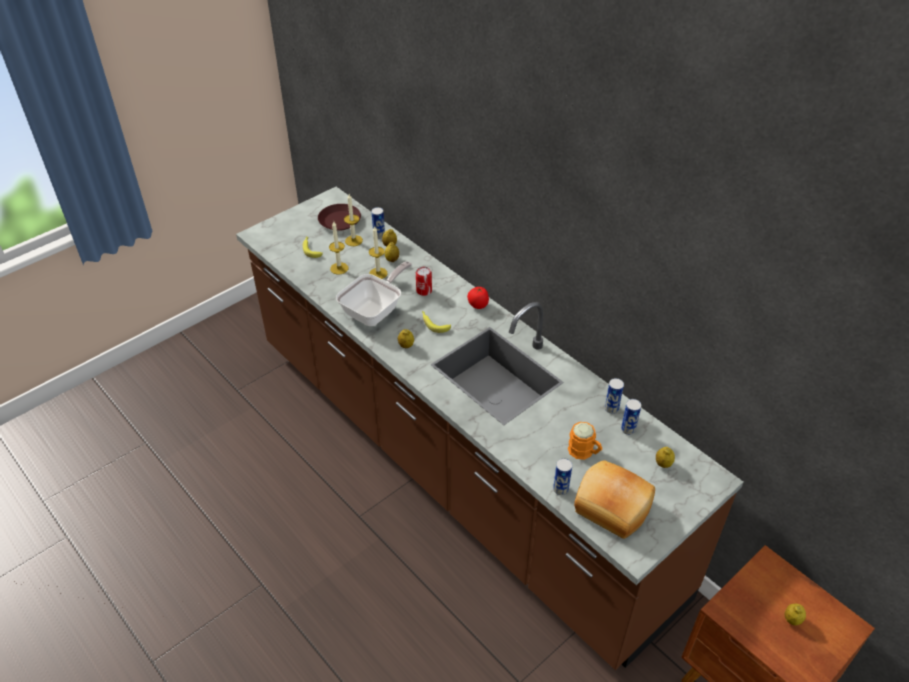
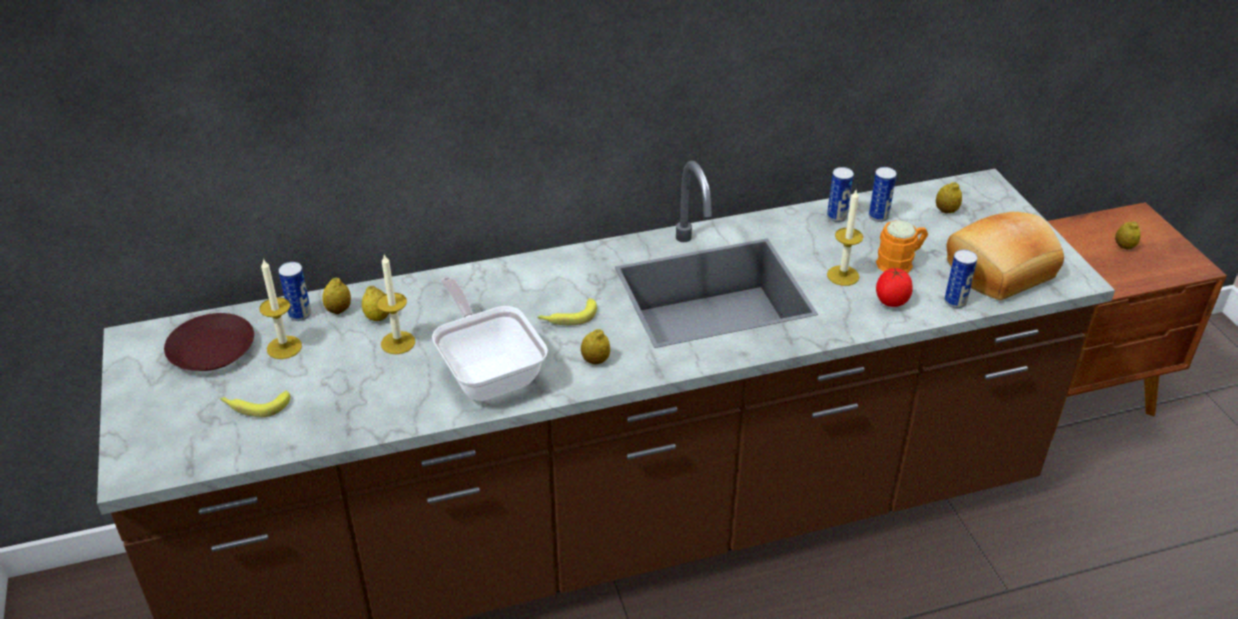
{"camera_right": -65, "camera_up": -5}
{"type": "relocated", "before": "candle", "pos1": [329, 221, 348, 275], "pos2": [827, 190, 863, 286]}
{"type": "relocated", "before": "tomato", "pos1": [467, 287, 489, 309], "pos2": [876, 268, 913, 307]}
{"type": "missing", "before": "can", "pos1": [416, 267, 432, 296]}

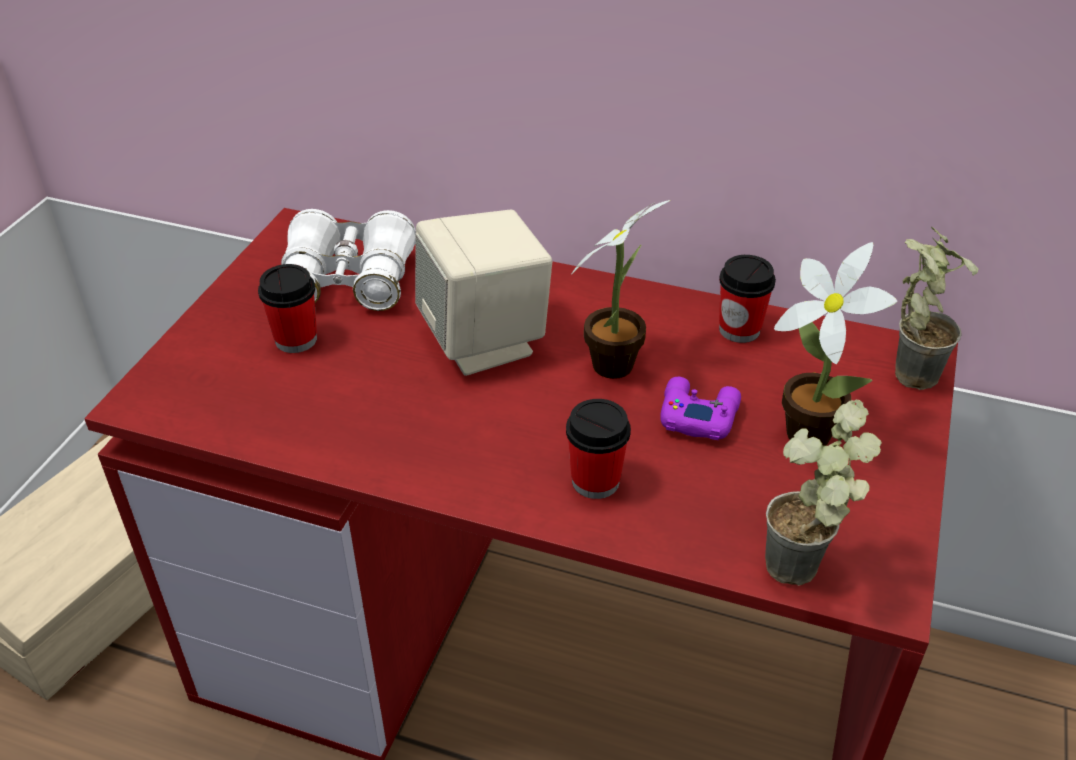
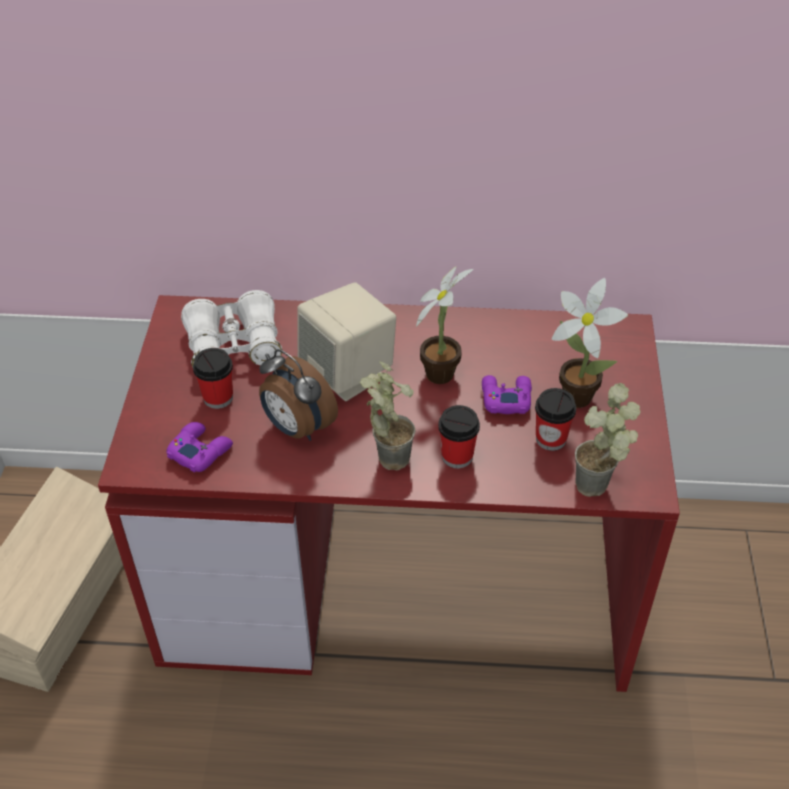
{"camera_right": -15, "camera_up": 5}
{"type": "appeared", "after": "purple game controller", "pos2": [167, 422, 233, 473]}
{"type": "appeared", "after": "alarm clock", "pos2": [259, 349, 338, 441]}
{"type": "relocated", "before": "potted plant", "pos1": [895, 226, 979, 390], "pos2": [360, 361, 415, 471]}
{"type": "relocated", "before": "cup", "pos1": [719, 255, 776, 343], "pos2": [535, 388, 576, 451]}

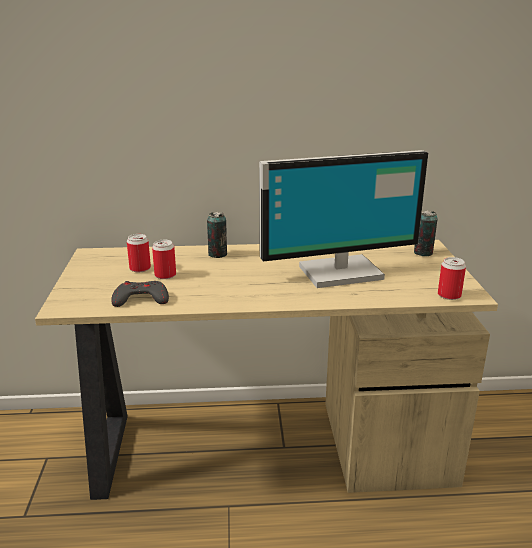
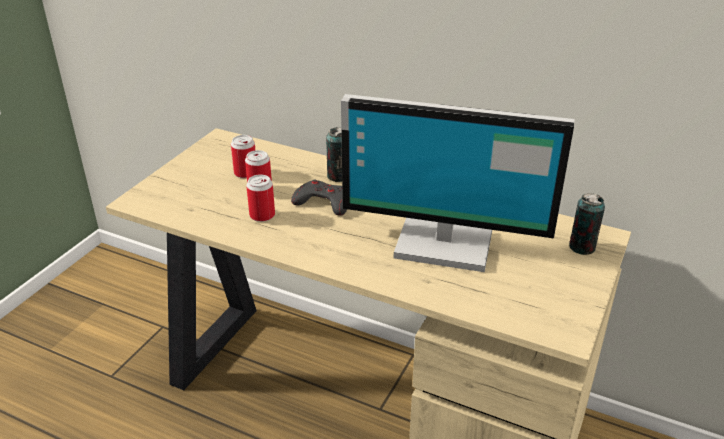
{"camera_right": 30, "camera_up": 10}
{"type": "relocated", "before": "can", "pos1": [438, 257, 466, 300], "pos2": [246, 174, 275, 222]}
{"type": "relocated", "before": "grey game controller", "pos1": [111, 281, 169, 307], "pos2": [291, 179, 347, 216]}

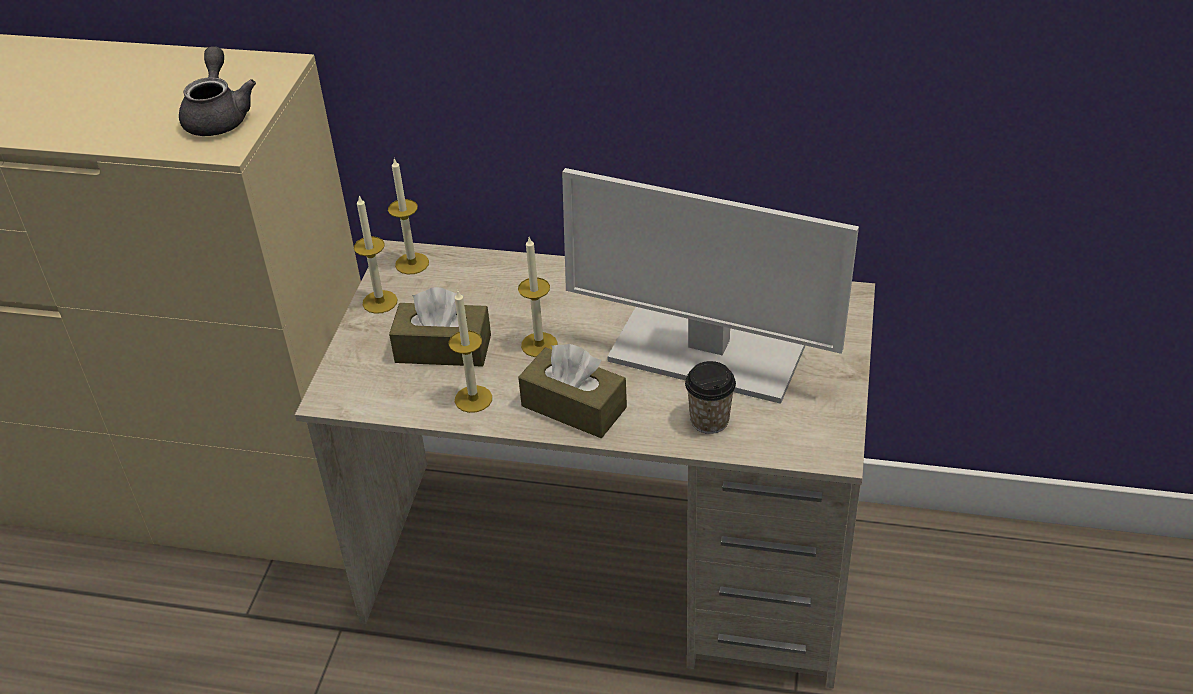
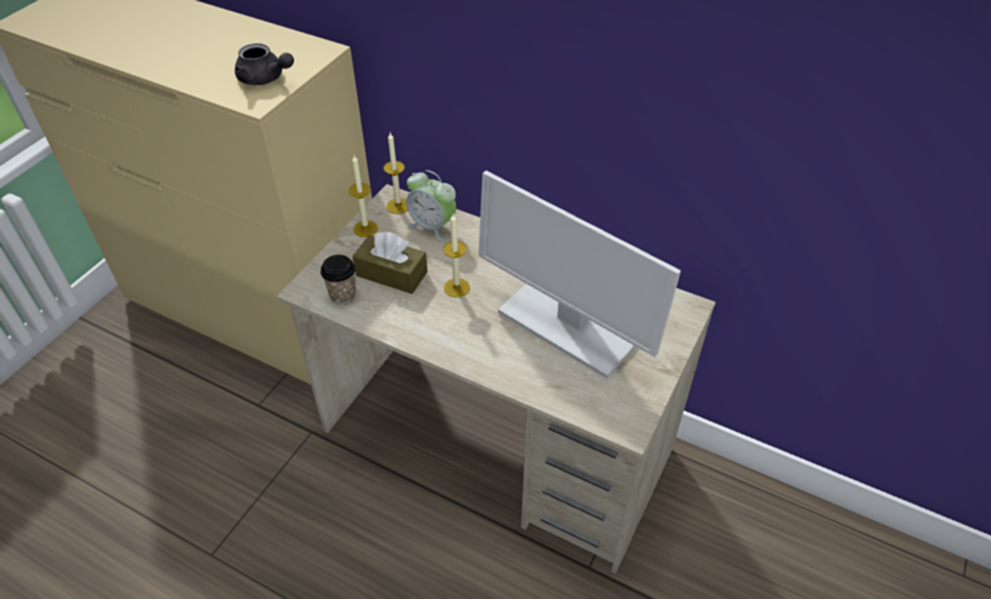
{"camera_right": 15, "camera_up": 5}
{"type": "spun", "before": "grey teapot", "pos1": [179, 46, 256, 136], "pos2": [235, 43, 294, 85], "turn": 105}
{"type": "relocated", "before": "cup", "pos1": [685, 361, 736, 434], "pos2": [321, 255, 356, 304]}
{"type": "appeared", "after": "alarm clock", "pos2": [407, 170, 456, 242]}
{"type": "missing", "before": "candle", "pos1": [449, 291, 492, 413]}
{"type": "missing", "before": "brown tissue box", "pos1": [518, 344, 627, 438]}

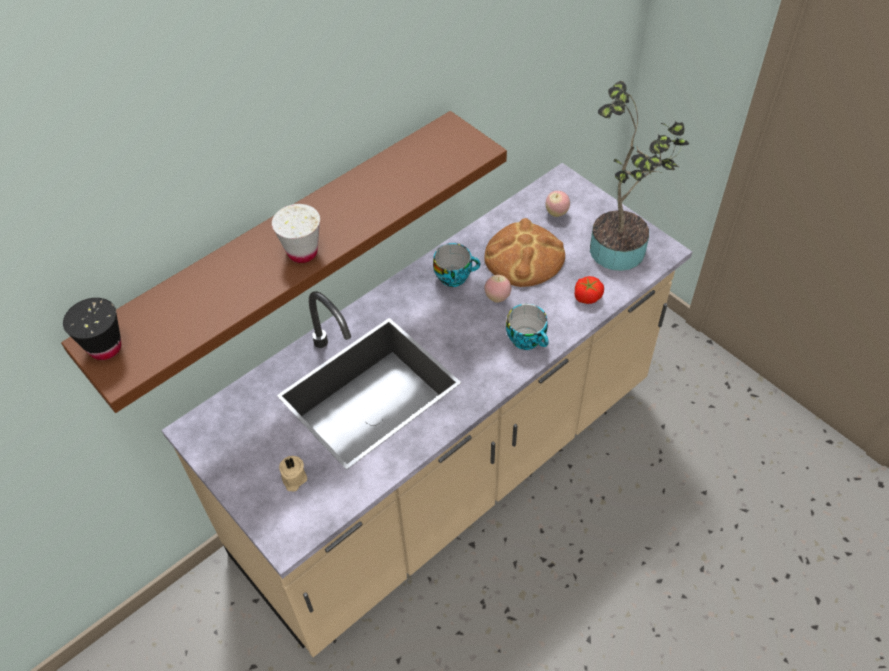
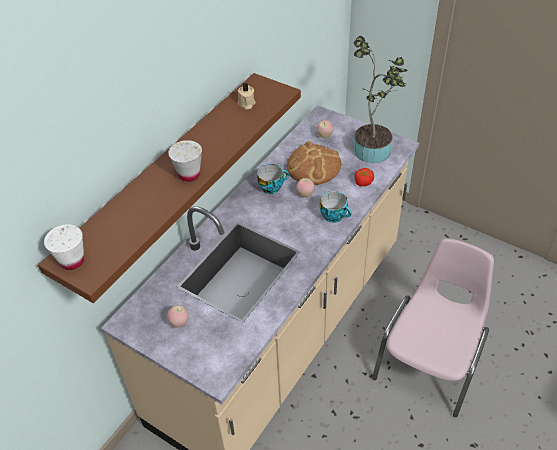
{"camera_right": -15, "camera_up": -5}
{"type": "colour", "before": "black cup", "after": "white cup", "pos1": [63, 298, 121, 360], "pos2": [44, 224, 84, 270]}
{"type": "appeared", "after": "apple", "pos2": [167, 305, 189, 328]}
{"type": "relocated", "before": "beige candle", "pos1": [279, 456, 307, 491], "pos2": [238, 82, 256, 110]}
{"type": "appeared", "after": "pink chair", "pos2": [372, 238, 494, 417]}

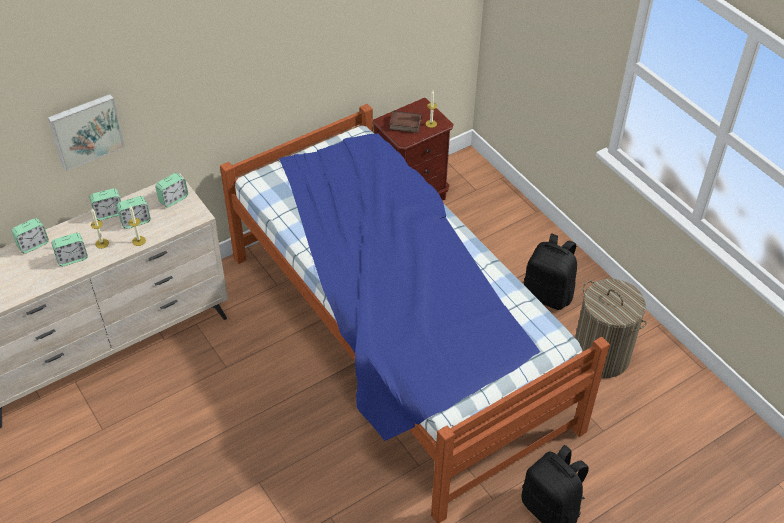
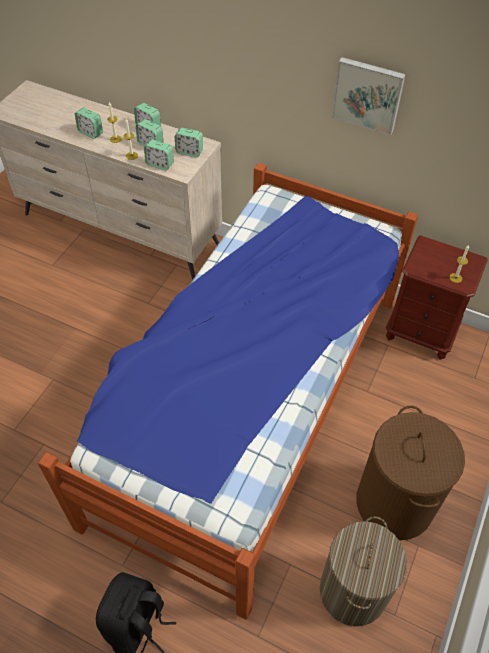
{"camera_right": 60, "camera_up": 5}
{"type": "relocated", "before": "alarm clock", "pos1": [12, 218, 49, 254], "pos2": [144, 139, 174, 170]}
{"type": "relocated", "before": "picture", "pos1": [48, 94, 125, 171], "pos2": [331, 57, 406, 135]}
{"type": "exchanged", "before": "black backpack", "after": "brown laundry basket", "pos1": [524, 233, 577, 310], "pos2": [356, 405, 465, 540]}
{"type": "missing", "before": "book", "pos1": [389, 111, 422, 133]}

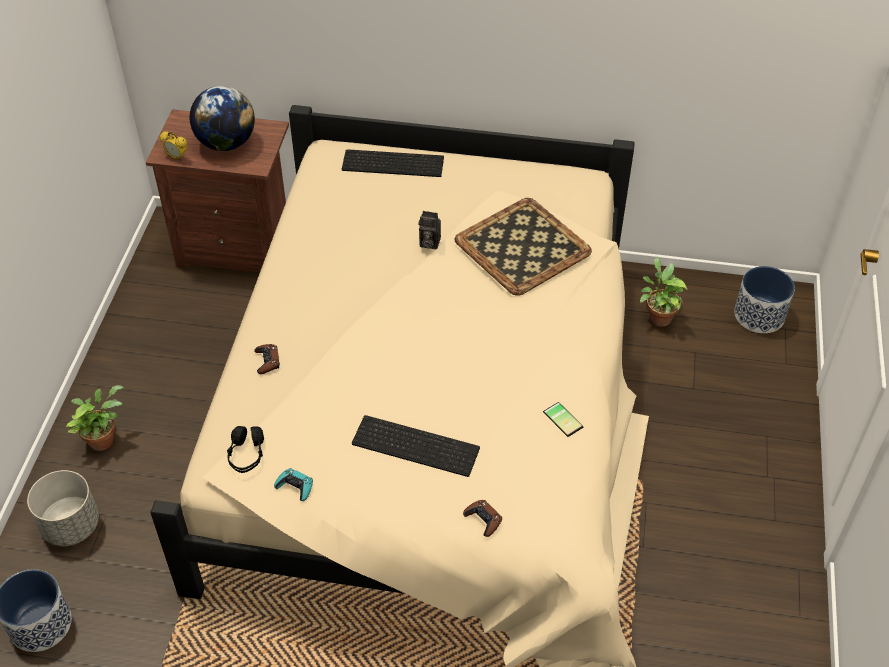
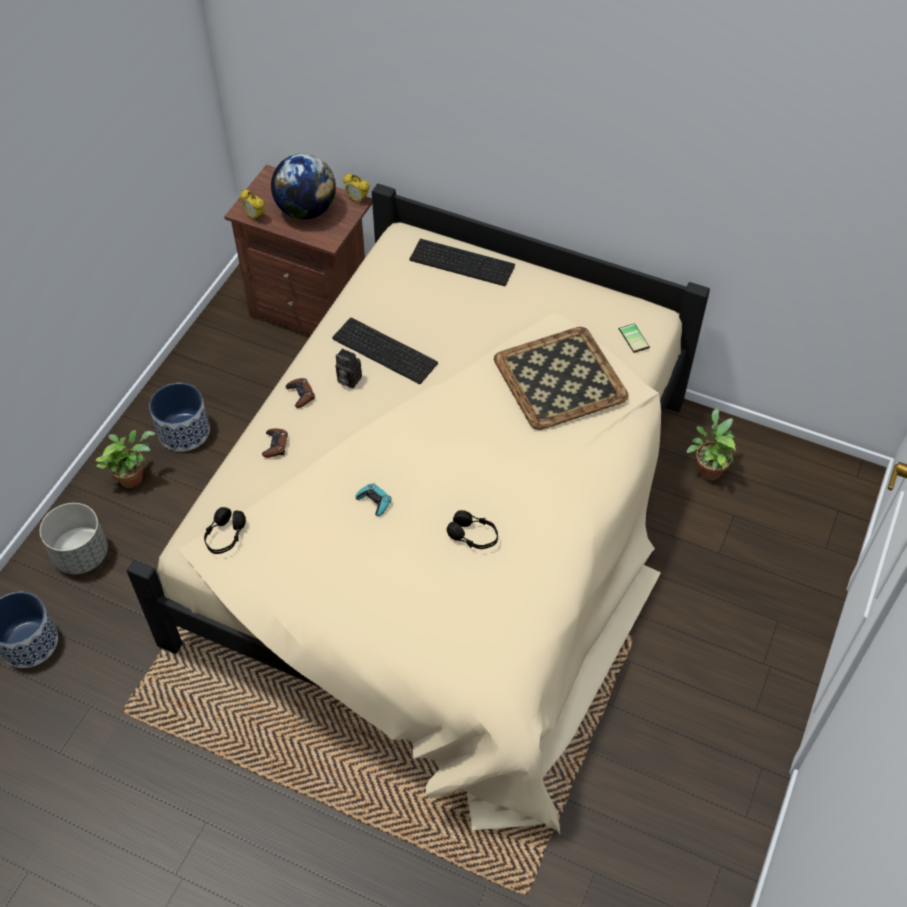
{"camera_right": 15, "camera_up": 5}
{"type": "relocated", "before": "planter", "pos1": [734, 266, 795, 333], "pos2": [149, 383, 210, 452]}
{"type": "relocated", "before": "brown game controller", "pos1": [463, 500, 502, 537], "pos2": [286, 378, 315, 408]}
{"type": "relocated", "before": "keyboard", "pos1": [352, 415, 480, 477], "pos2": [332, 318, 438, 384]}
{"type": "relocated", "before": "photo camera", "pos1": [418, 211, 441, 249], "pos2": [335, 349, 362, 388]}
{"type": "appeared", "after": "alarm clock", "pos2": [343, 174, 370, 204]}
{"type": "relocated", "before": "turquoise game controller", "pos1": [274, 468, 313, 501], "pos2": [356, 483, 391, 516]}
{"type": "appeared", "after": "black headphones", "pos2": [446, 510, 498, 549]}
{"type": "relocated", "before": "phone", "pos1": [543, 402, 584, 437], "pos2": [619, 323, 650, 353]}

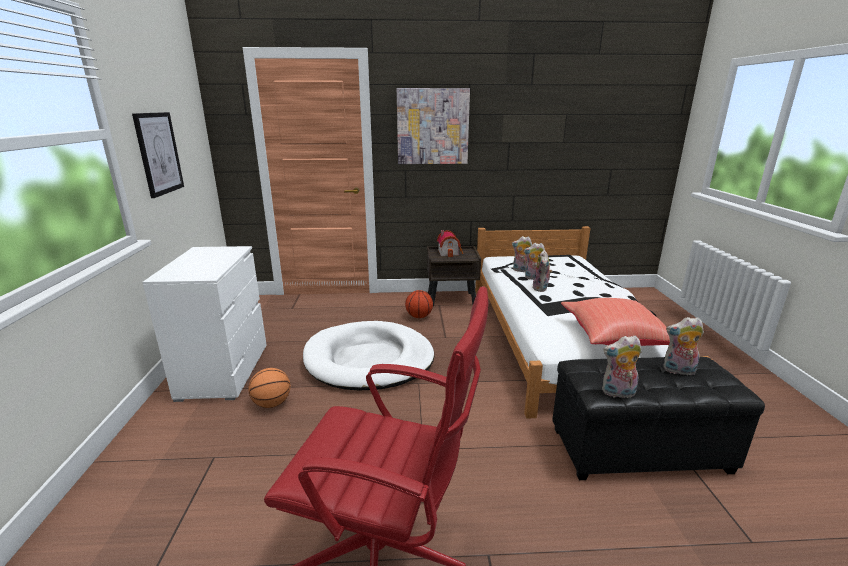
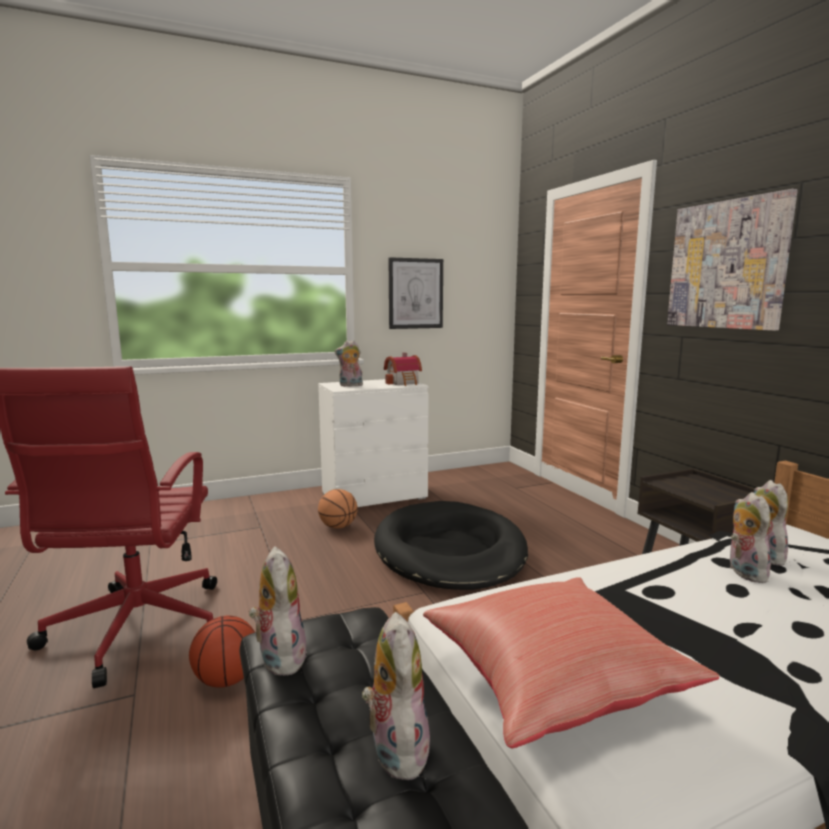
{"camera_right": 70, "camera_up": -10}
{"type": "relocated", "before": "basketball", "pos1": [405, 290, 433, 318], "pos2": [189, 616, 255, 688]}
{"type": "relocated", "before": "plush toy", "pos1": [532, 250, 552, 292], "pos2": [335, 340, 363, 387]}
{"type": "colour", "before": "white dog bed", "after": "black dog bed", "pos1": [303, 321, 434, 390], "pos2": [374, 501, 528, 590]}
{"type": "relocated", "before": "toy house", "pos1": [437, 230, 463, 257], "pos2": [384, 353, 422, 386]}

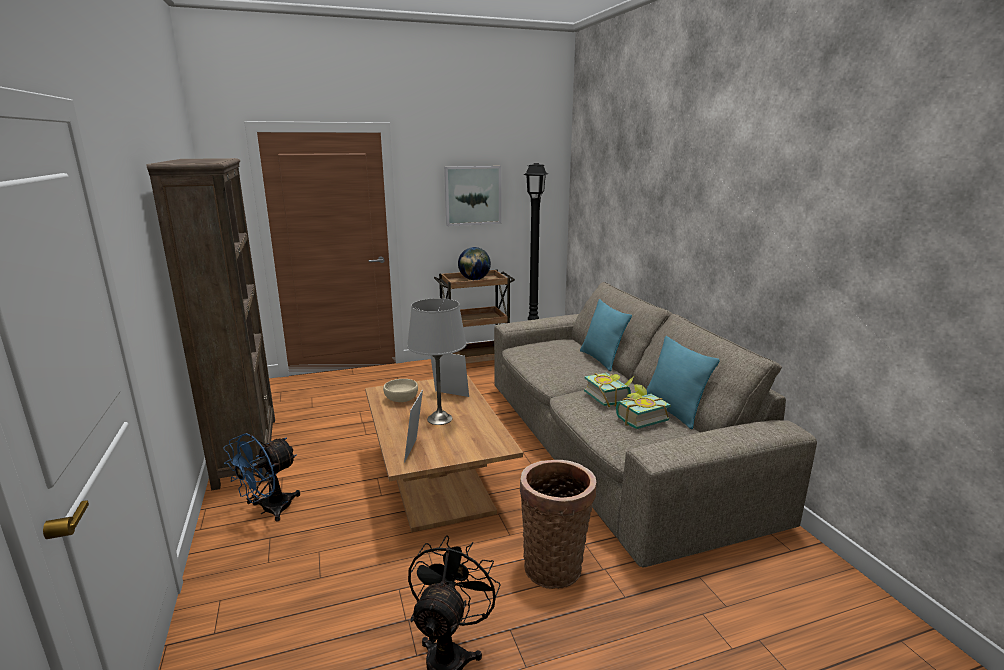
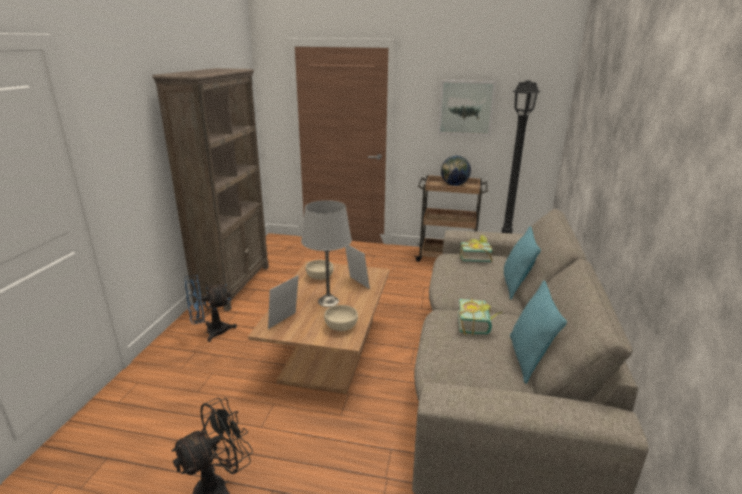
{"camera_right": 30, "camera_up": 5}
{"type": "appeared", "after": "beige bowl", "pos2": [324, 305, 358, 331]}
{"type": "relocated", "before": "book", "pos1": [616, 384, 671, 429], "pos2": [460, 235, 493, 262]}
{"type": "missing", "before": "basket", "pos1": [520, 460, 596, 589]}

